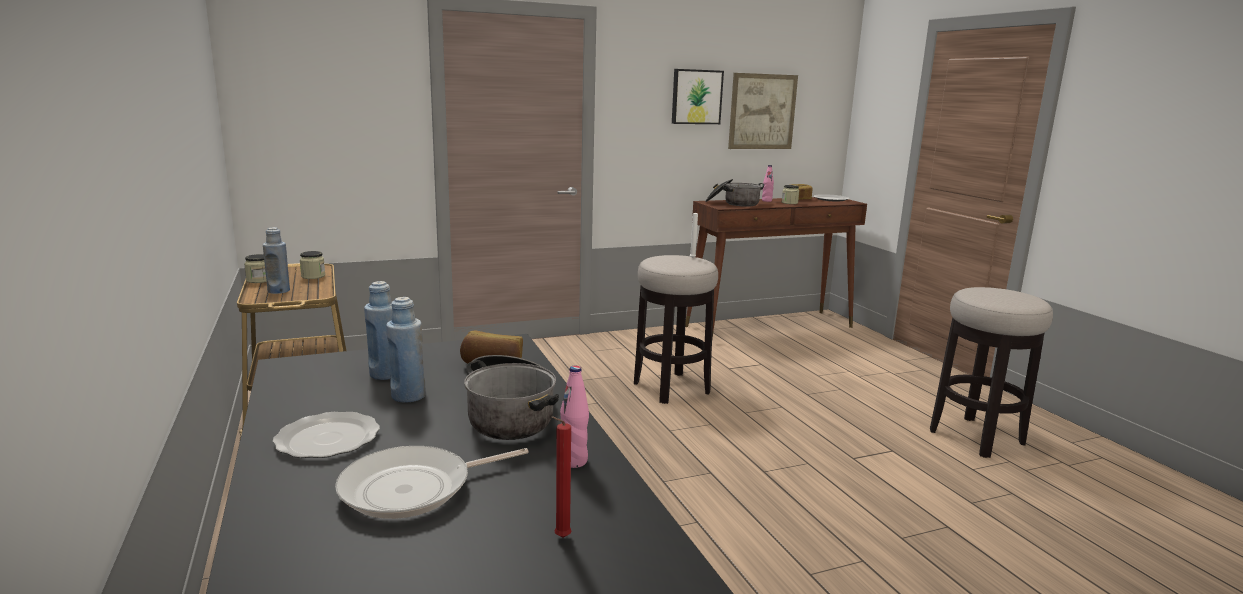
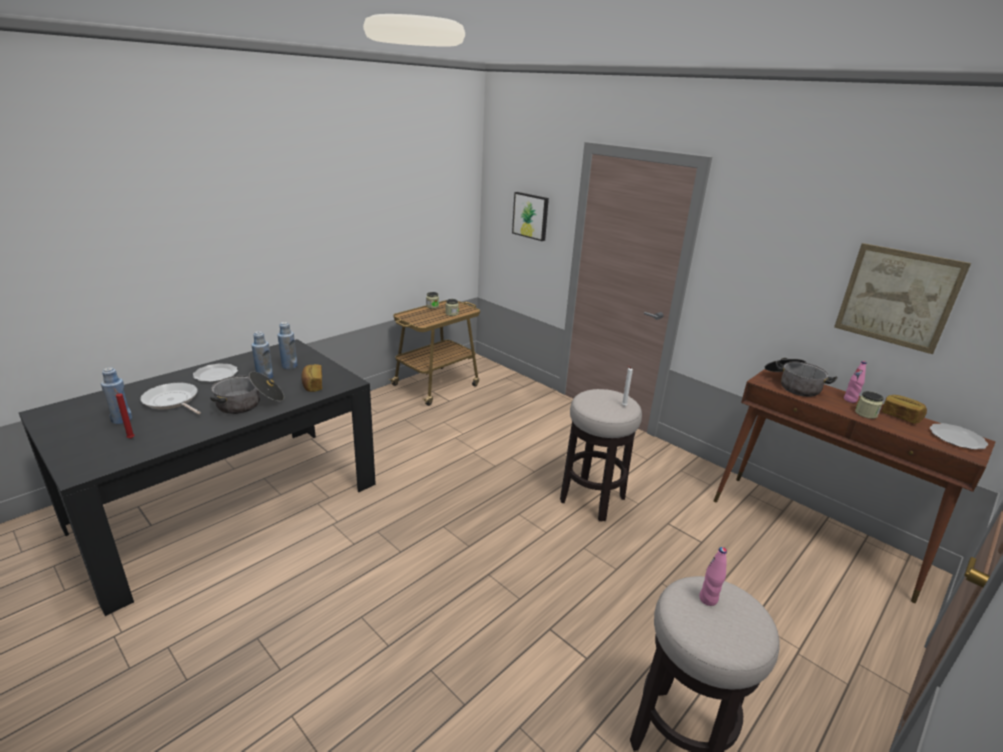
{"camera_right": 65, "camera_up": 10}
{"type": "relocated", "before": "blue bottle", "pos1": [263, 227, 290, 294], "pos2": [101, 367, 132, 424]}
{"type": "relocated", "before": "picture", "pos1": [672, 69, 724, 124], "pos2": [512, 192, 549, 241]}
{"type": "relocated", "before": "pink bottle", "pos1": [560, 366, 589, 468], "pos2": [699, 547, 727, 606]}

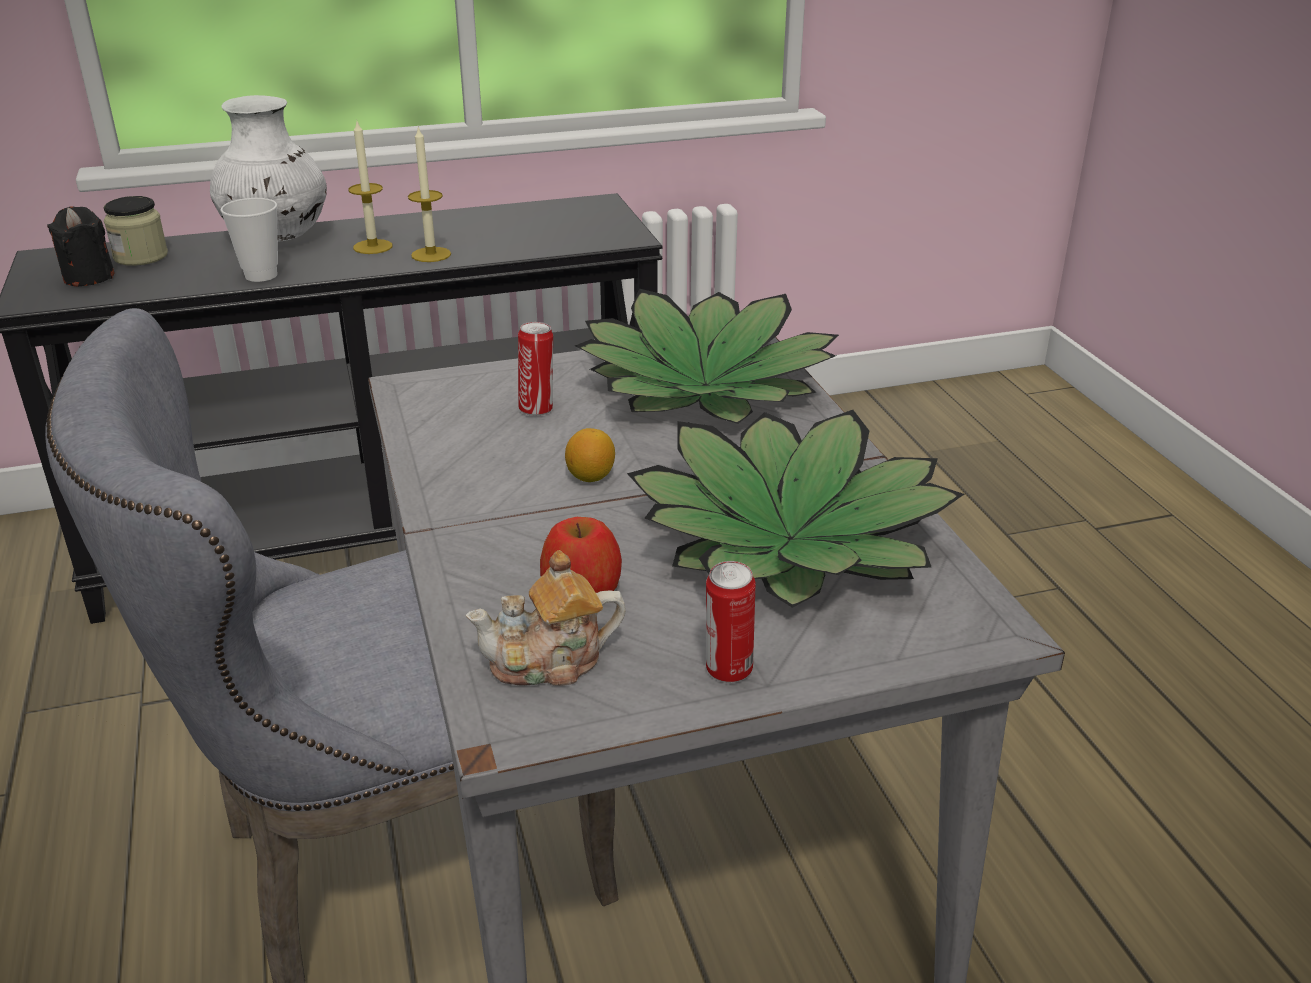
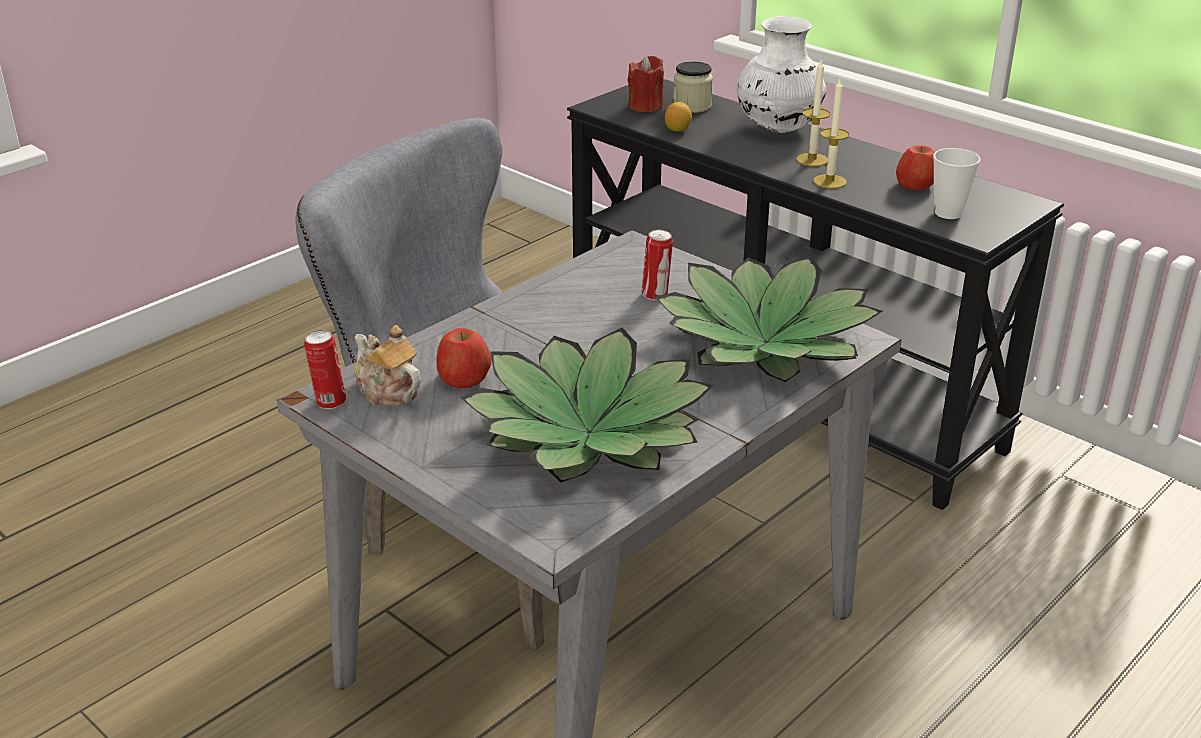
{"camera_right": 60, "camera_up": 0}
{"type": "relocated", "before": "can", "pos1": [706, 561, 756, 683], "pos2": [304, 330, 346, 409]}
{"type": "colour", "before": "black candle", "after": "red candle", "pos1": [47, 206, 115, 287], "pos2": [628, 56, 664, 112]}
{"type": "relocated", "before": "lemon", "pos1": [565, 428, 615, 482], "pos2": [665, 102, 692, 131]}
{"type": "appeared", "after": "apple", "pos2": [896, 145, 935, 190]}
{"type": "relocated", "before": "cup", "pos1": [221, 198, 278, 282], "pos2": [933, 148, 981, 219]}

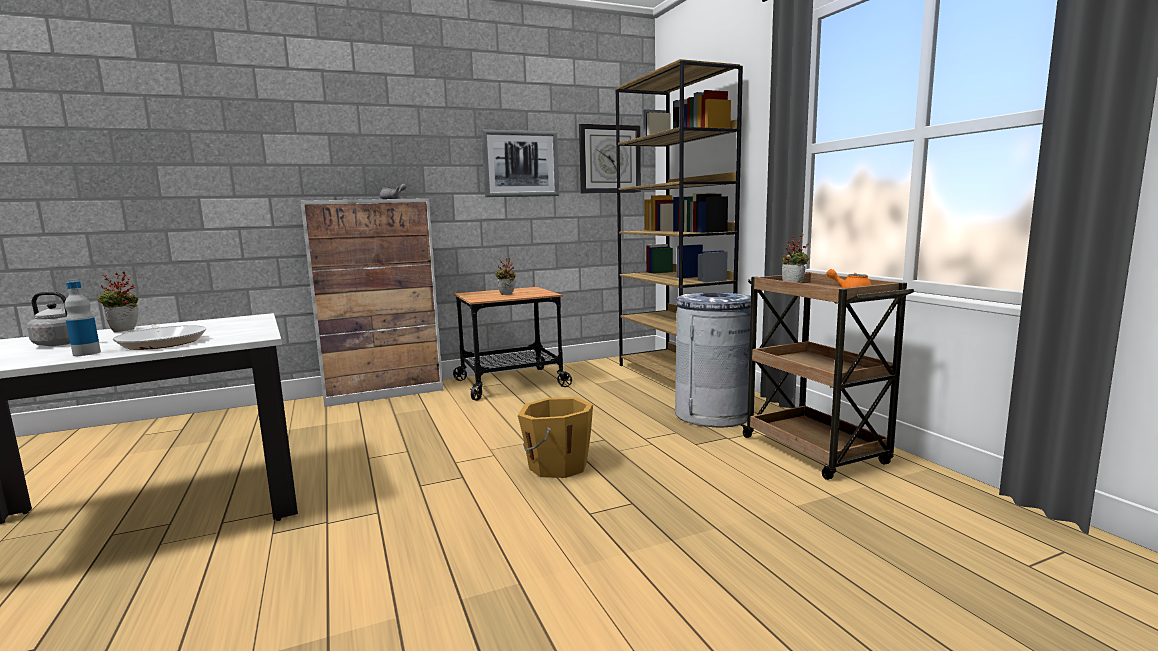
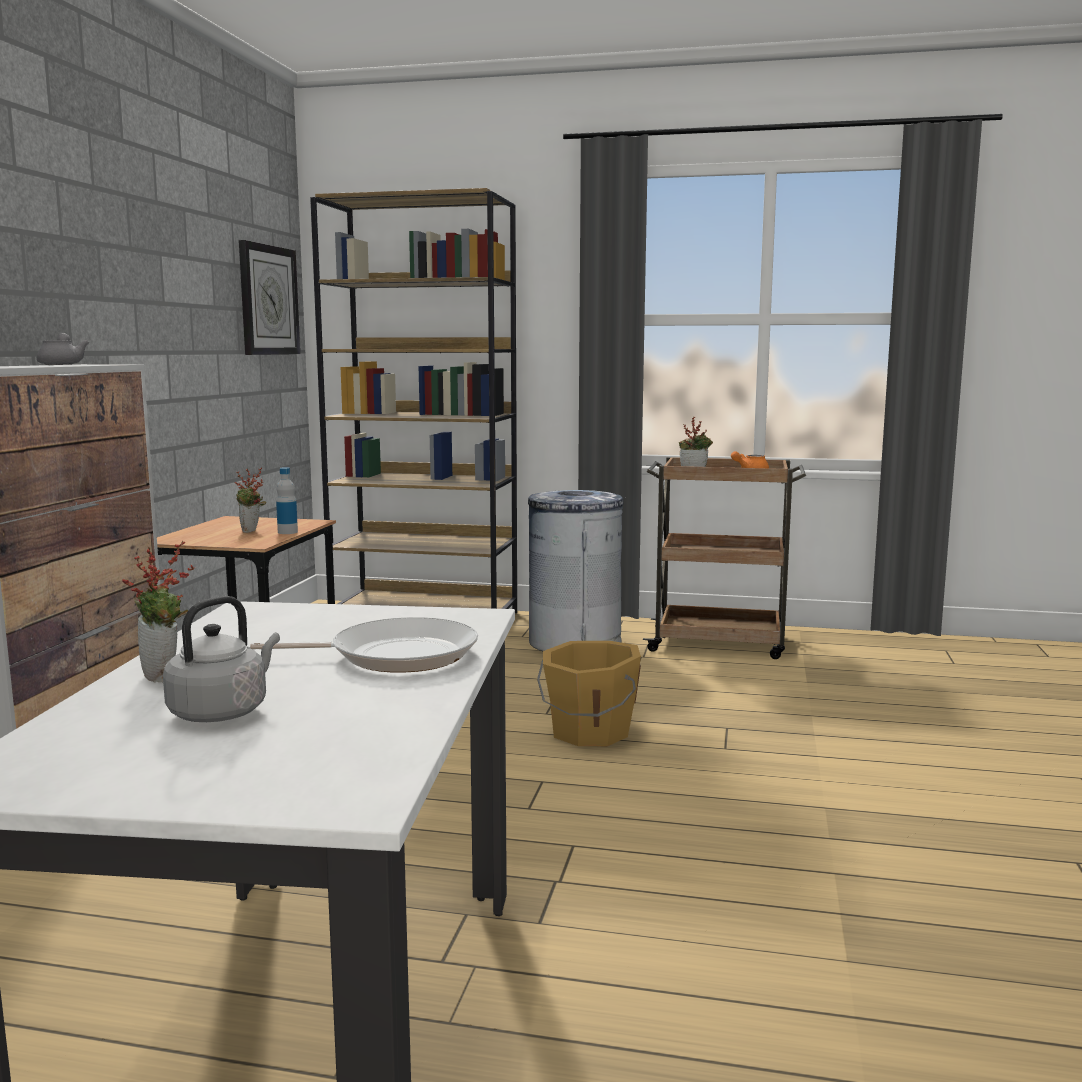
{"camera_right": -55, "camera_up": 0}
{"type": "relocated", "before": "bottle", "pos1": [64, 281, 101, 356], "pos2": [276, 467, 298, 534]}
{"type": "missing", "before": "picture", "pos1": [481, 130, 559, 197]}

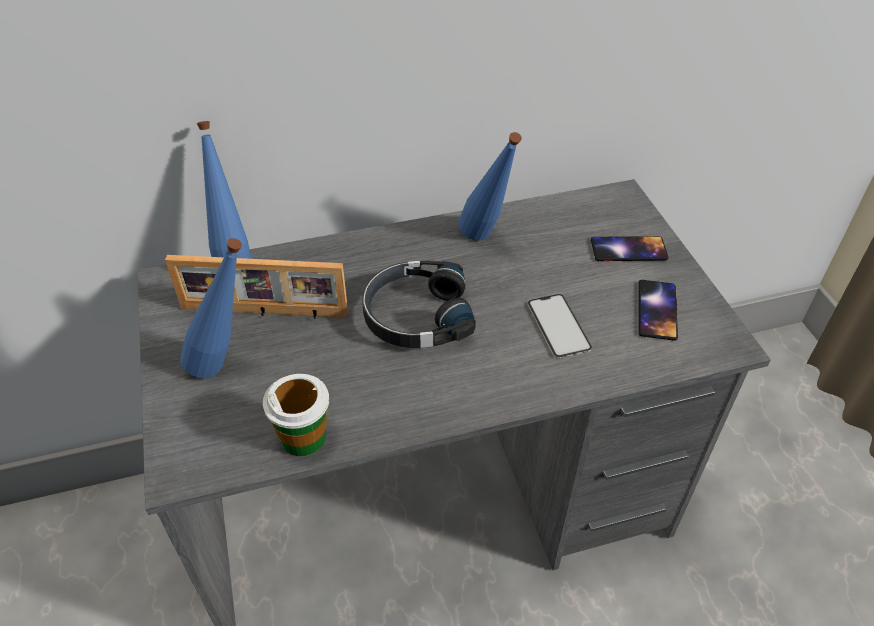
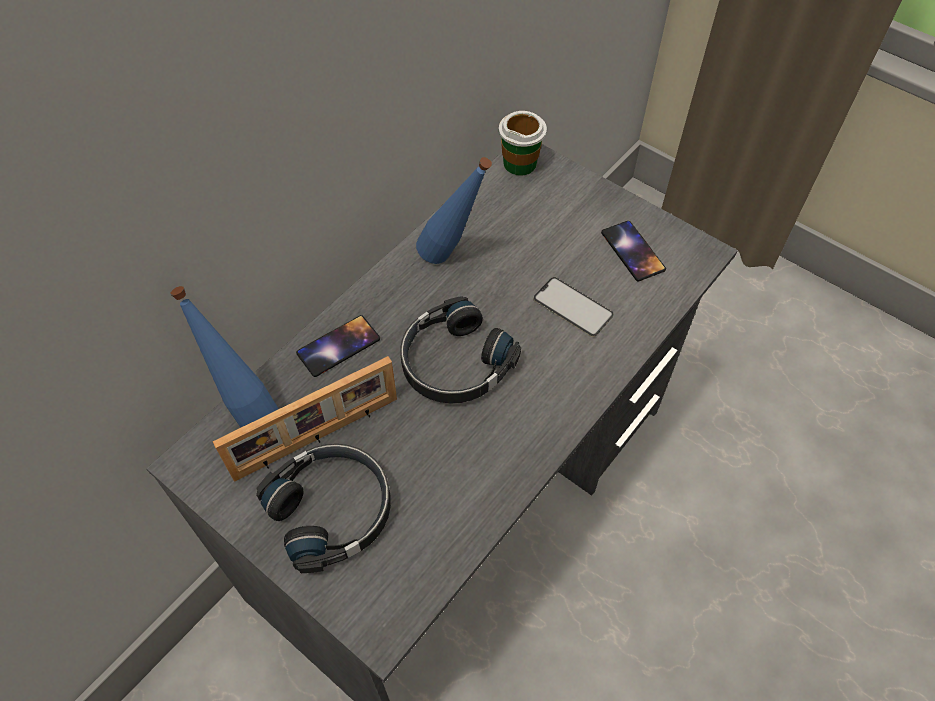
{"camera_right": -35, "camera_up": 10}
{"type": "exchanged", "before": "blue bottle", "after": "black headphones", "pos1": [180, 238, 242, 378], "pos2": [256, 444, 391, 573]}
{"type": "relocated", "before": "phone", "pos1": [591, 236, 669, 261], "pos2": [296, 315, 380, 377]}
{"type": "relocated", "before": "cup", "pos1": [263, 374, 329, 456], "pos2": [499, 111, 547, 176]}

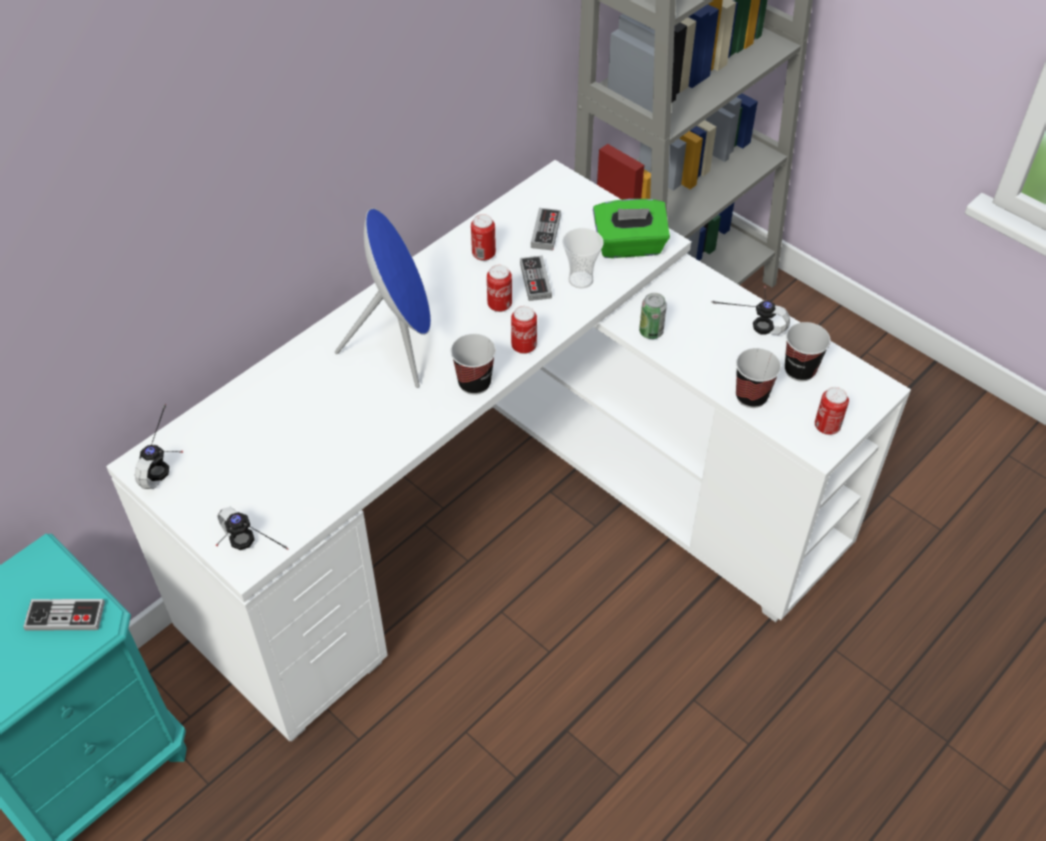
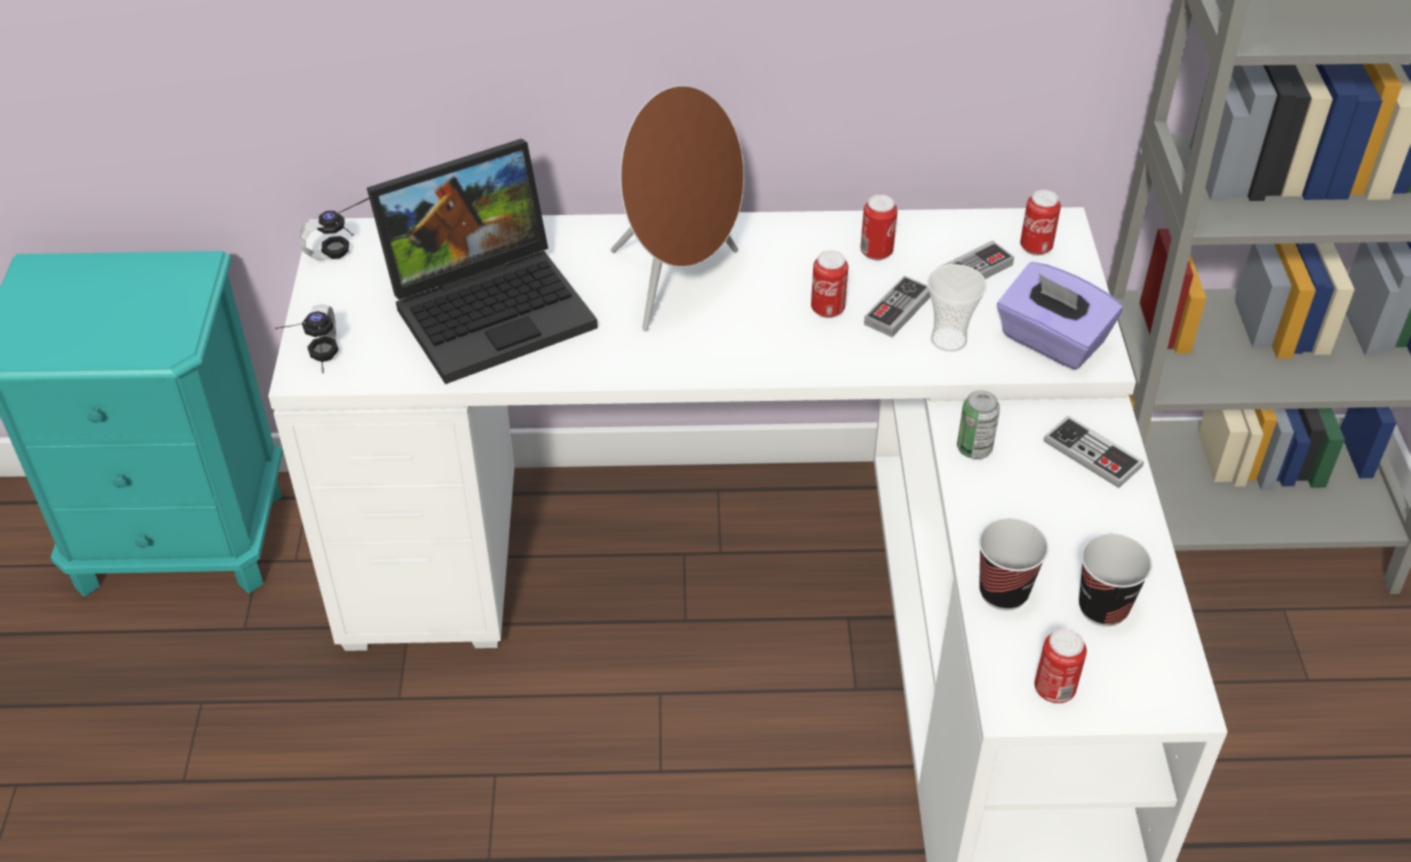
{"camera_right": 45, "camera_up": -5}
{"type": "appeared", "after": "laptop", "pos2": [367, 139, 598, 384]}
{"type": "colour", "before": "blue speaker", "after": "brown speaker", "pos1": [335, 208, 431, 388], "pos2": [611, 85, 744, 331]}
{"type": "colour", "before": "green tissue box", "after": "purple tissue box", "pos1": [593, 199, 670, 258], "pos2": [997, 262, 1123, 370]}
{"type": "relocated", "before": "can", "pos1": [511, 306, 537, 354], "pos2": [1020, 190, 1061, 255]}
{"type": "relocated", "before": "game controller", "pos1": [23, 599, 105, 631], "pos2": [1043, 416, 1144, 488]}
{"type": "missing", "before": "cup", "pos1": [451, 334, 496, 395]}
{"type": "missing", "before": "headphones", "pos1": [711, 286, 790, 335]}

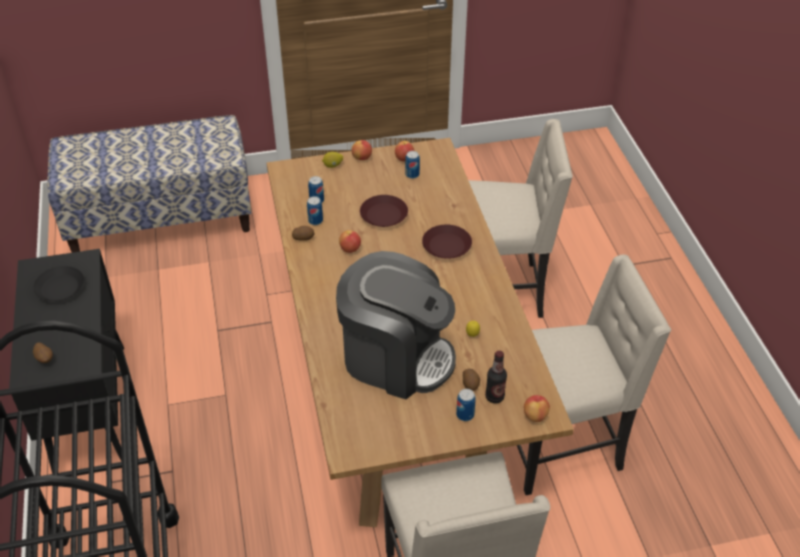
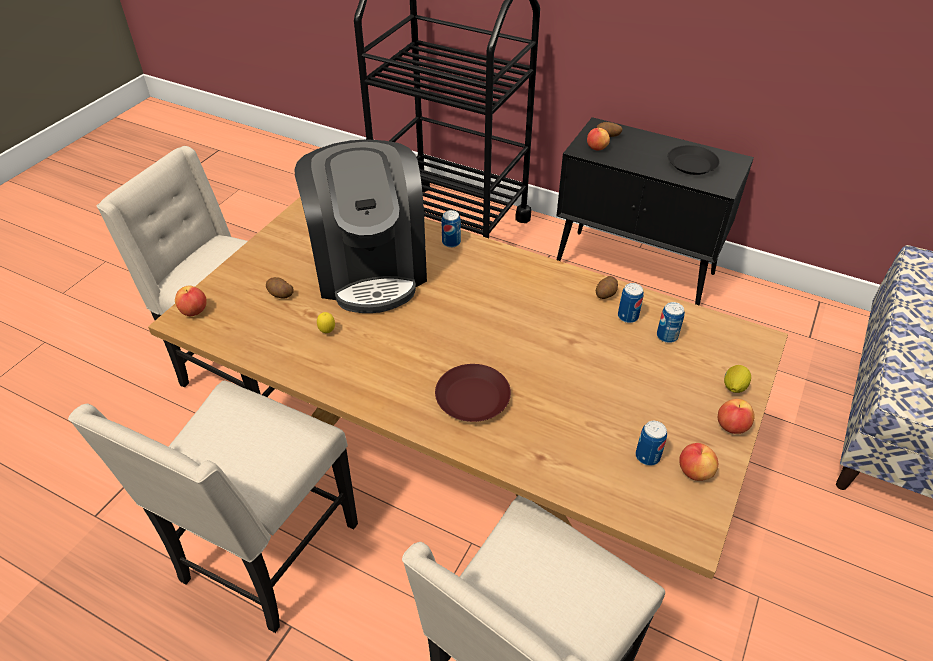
{"camera_right": 130, "camera_up": 0}
{"type": "spun", "before": "coffee machine", "pos1": [336, 251, 456, 399], "pos2": [294, 139, 427, 313], "turn": -75}
{"type": "relocated", "before": "can", "pos1": [456, 389, 476, 421], "pos2": [441, 210, 461, 248]}
{"type": "relocated", "before": "apple", "pos1": [339, 230, 361, 253], "pos2": [587, 128, 610, 150]}
{"type": "missing", "before": "brown plate", "pos1": [360, 195, 408, 227]}
{"type": "missing", "before": "bottle", "pos1": [485, 351, 507, 403]}

